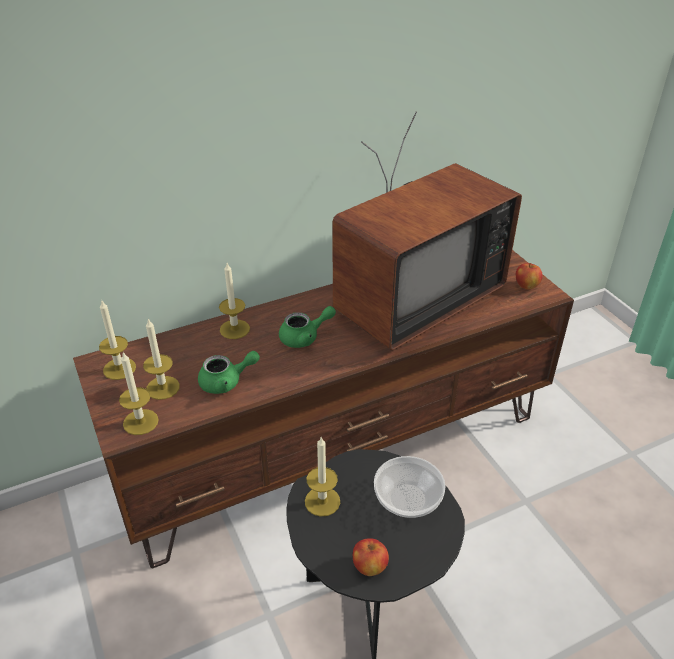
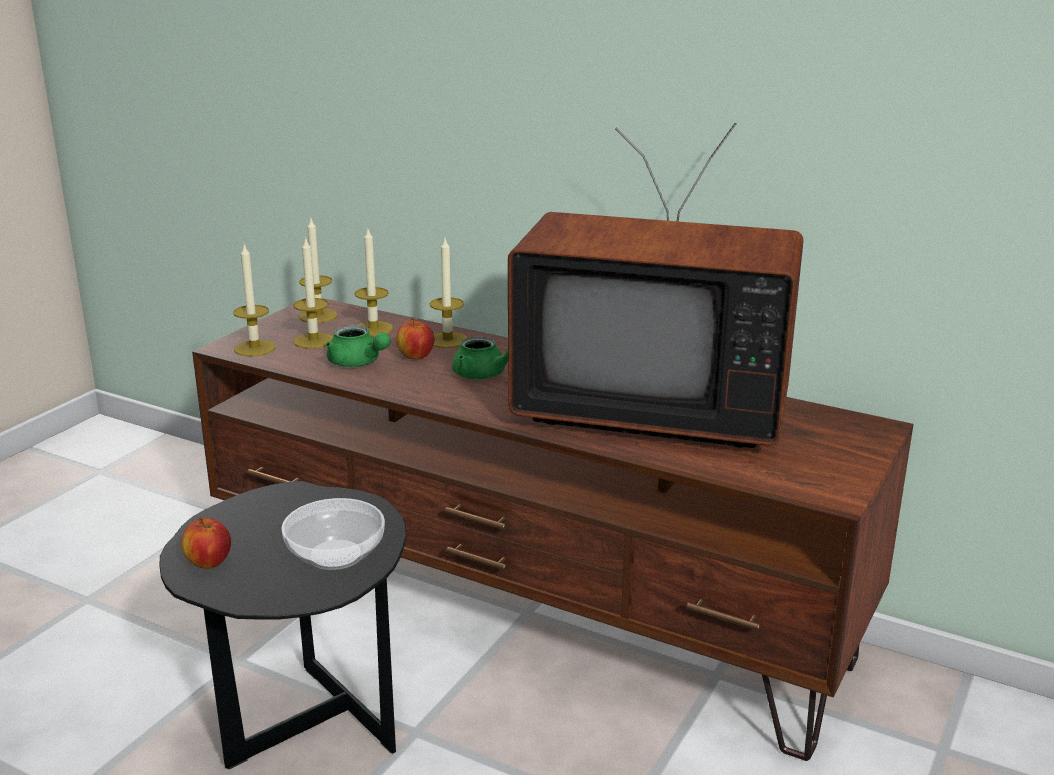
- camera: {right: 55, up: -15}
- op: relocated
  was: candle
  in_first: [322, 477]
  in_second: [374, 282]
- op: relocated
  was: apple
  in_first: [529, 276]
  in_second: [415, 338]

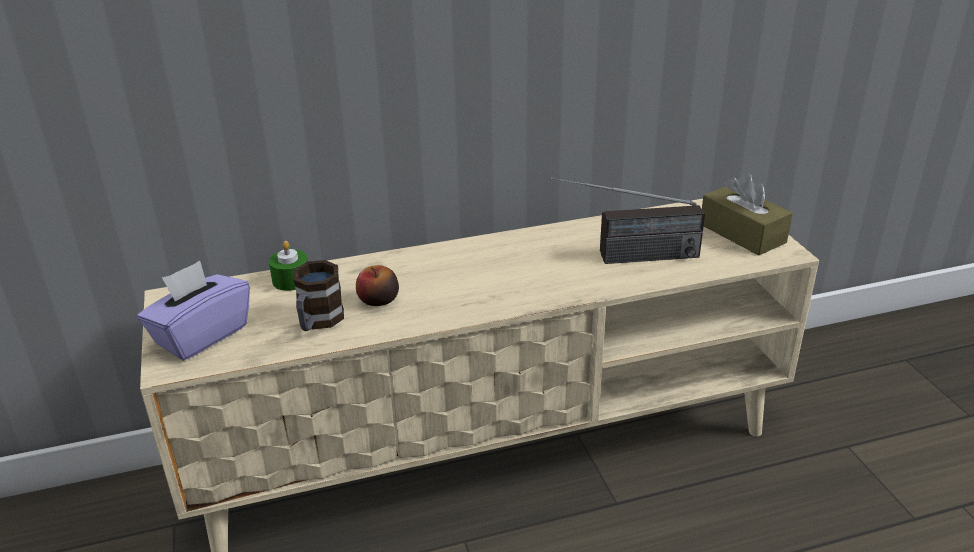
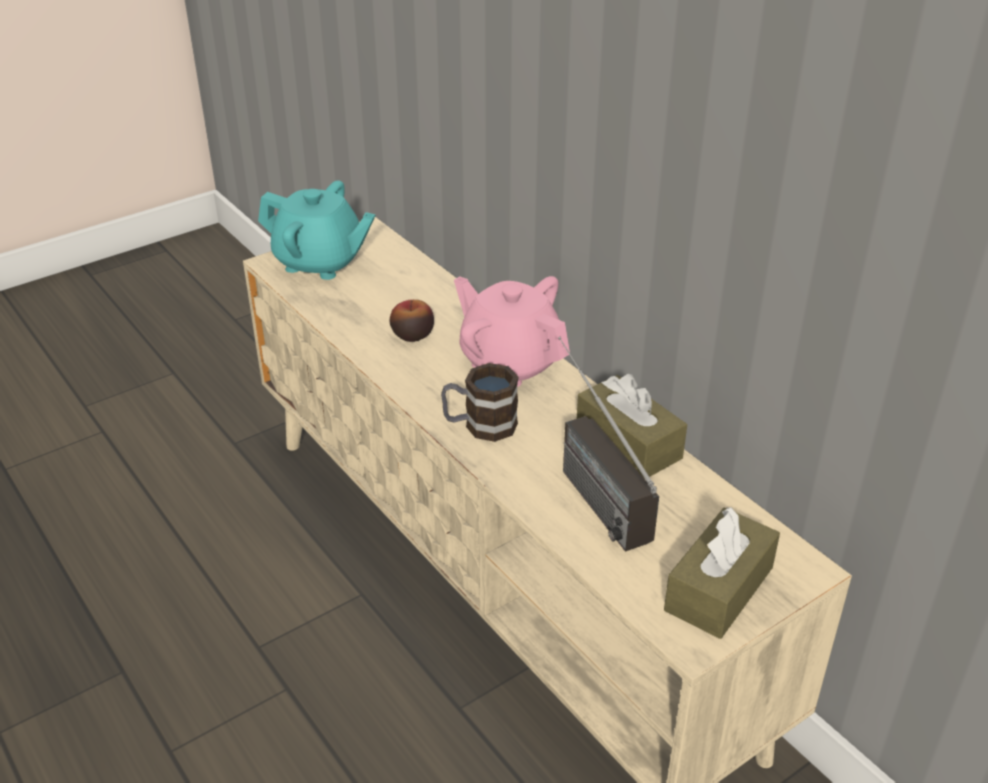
- camera: {right: 70, up: 5}
- op: missing
  was: green candle
  in_first: [288, 266]
- op: appeared
  now: pink teapot
  in_second: [512, 331]
- op: appeared
  now: brown tissue box
  in_second: [632, 426]
- op: relocated
  was: mug
  in_first: [318, 295]
  in_second: [480, 402]
- op: exchanged
  was: purple tissue box
  now: turquoise teapot
  in_first: [193, 311]
  in_second: [316, 230]

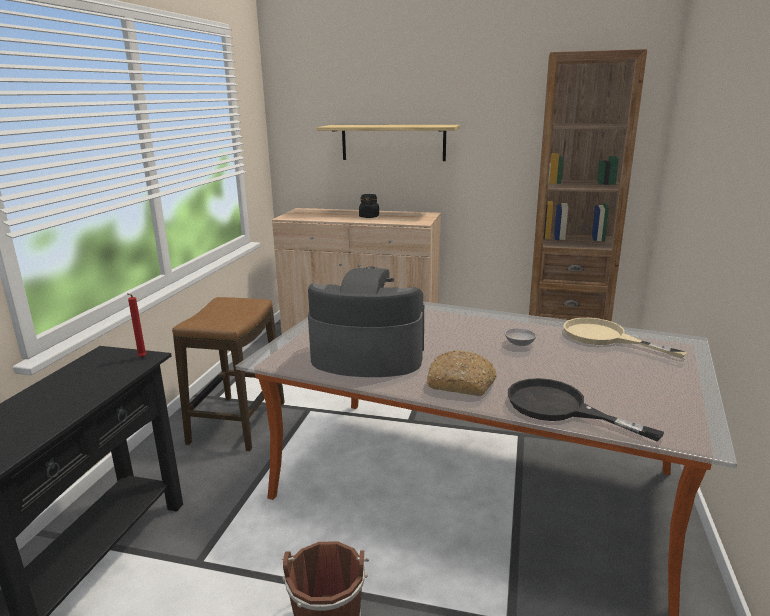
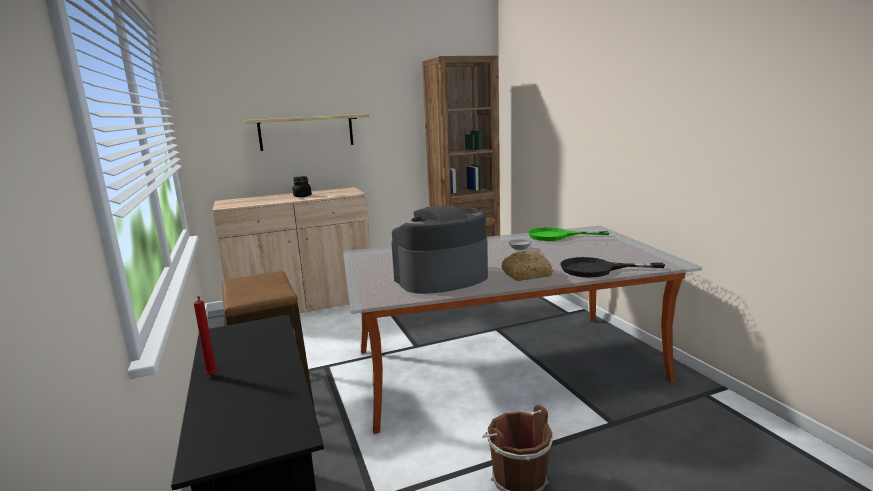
- camera: {right: -35, up: -5}
- op: relocated
  was: red candle
  in_first: [137, 325]
  in_second: [205, 336]
- op: colour
  was: beige frying pan
  now: green frying pan
  in_first: [625, 338]
  in_second: [569, 234]

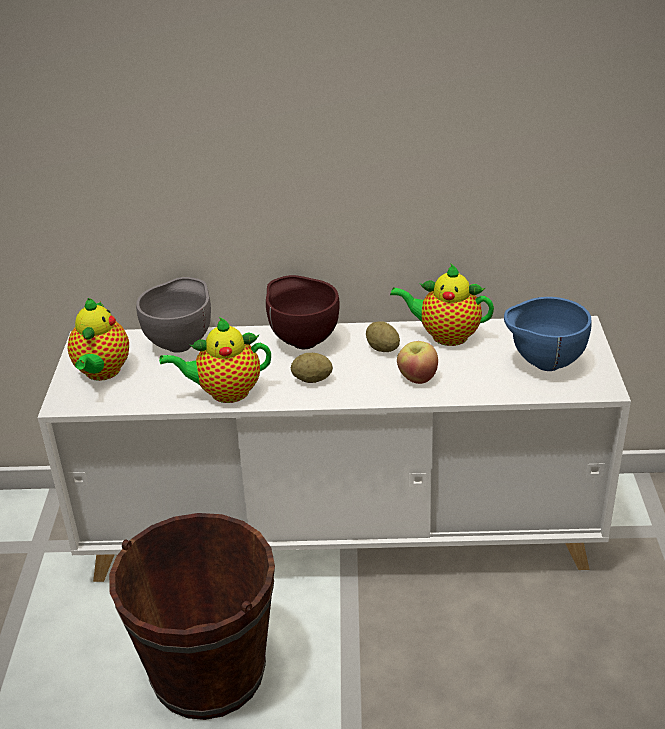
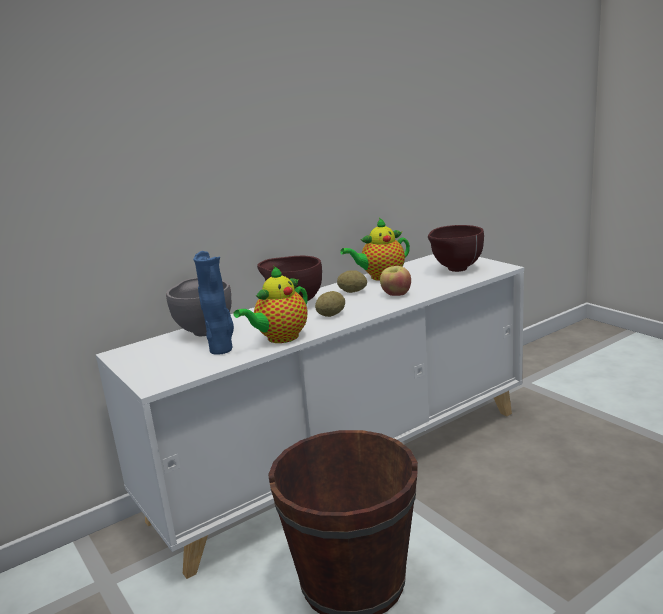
- camera: {right: -35, up: -15}
- op: missing
  was: teapot
  in_first: [98, 339]
- op: appeared
  now: blue vase
  in_second: [213, 303]
- op: colour
  was: blue bowl
  now: brown bowl
  in_first: [548, 334]
  in_second: [456, 248]

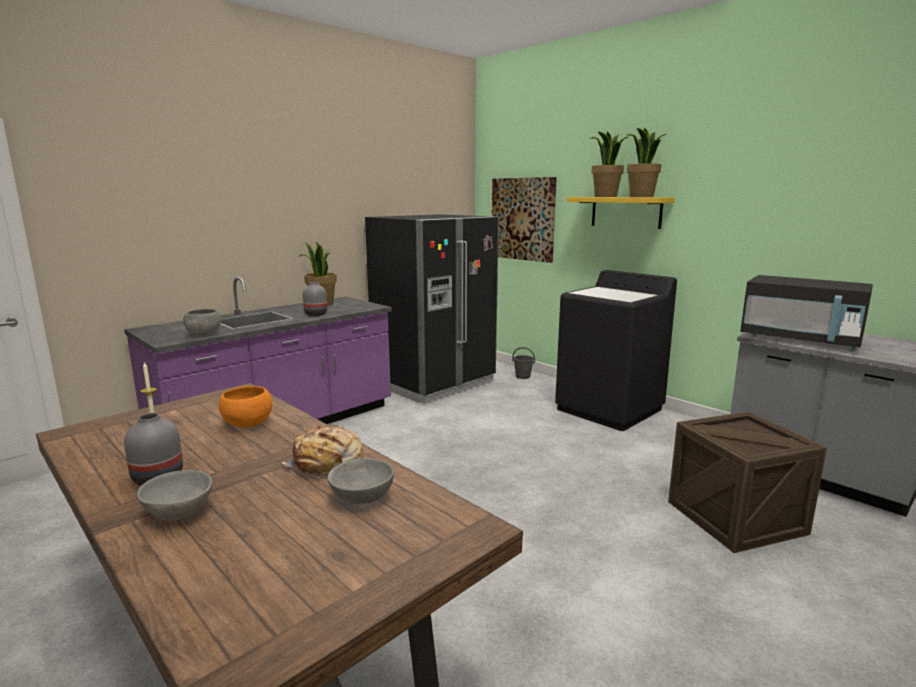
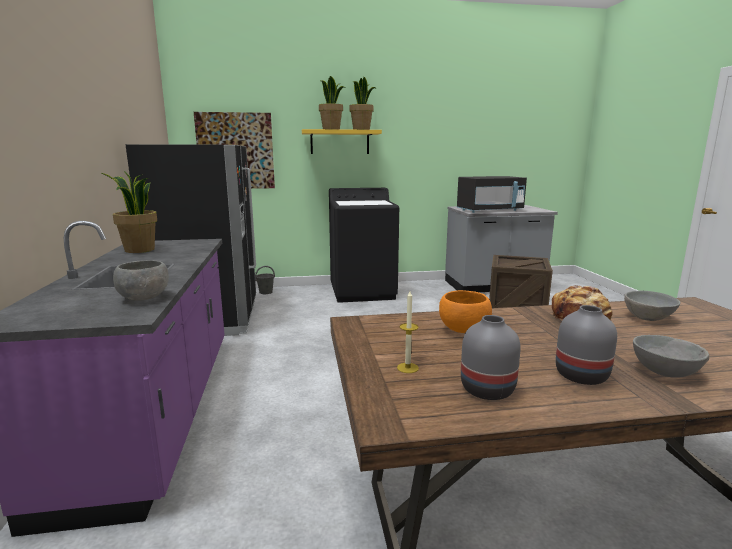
- camera: {right: -55, up: 0}
- op: relocated
  was: grey vase
  in_first: [315, 299]
  in_second: [491, 357]

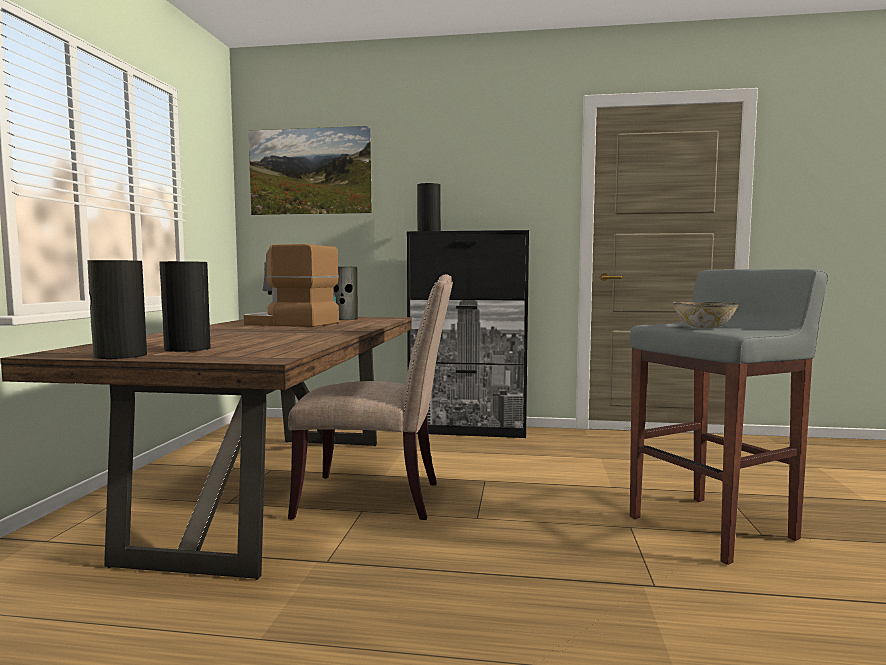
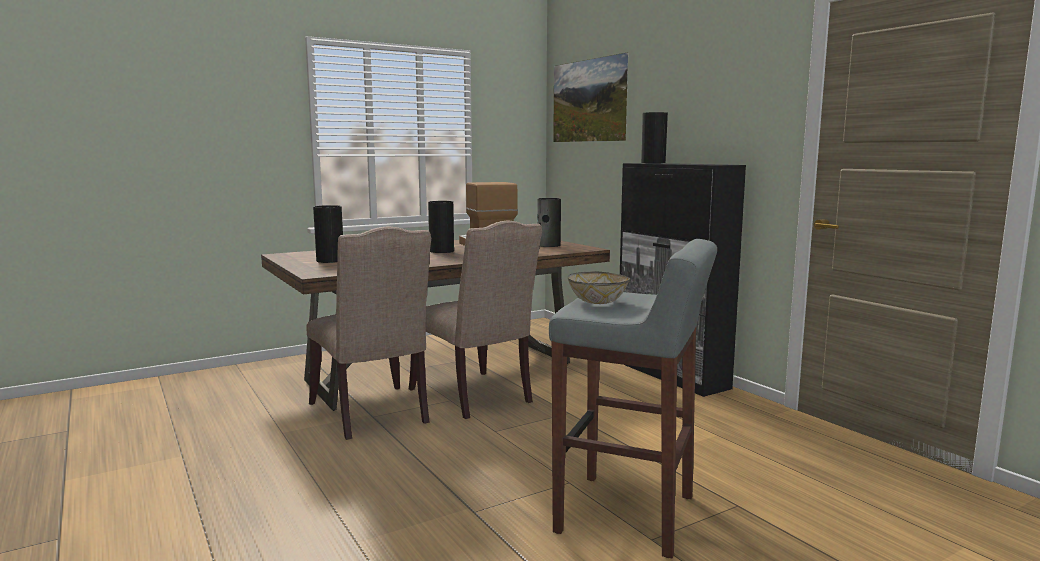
- camera: {right: 50, up: 5}
- op: appeared
  now: beige chair
  in_second: [369, 333]
- op: relocated
  was: vase
  in_first: [117, 309]
  in_second: [441, 227]

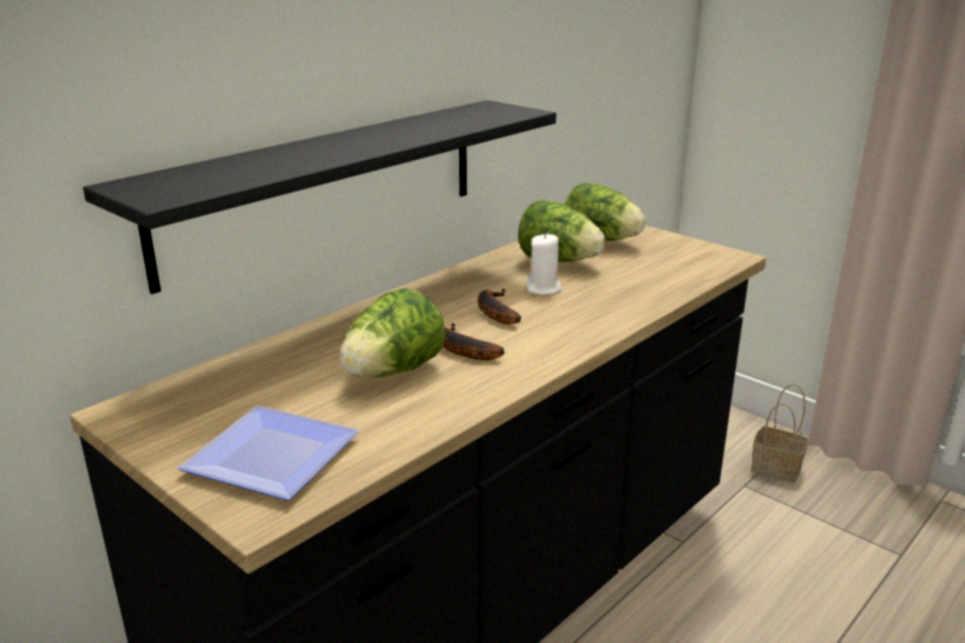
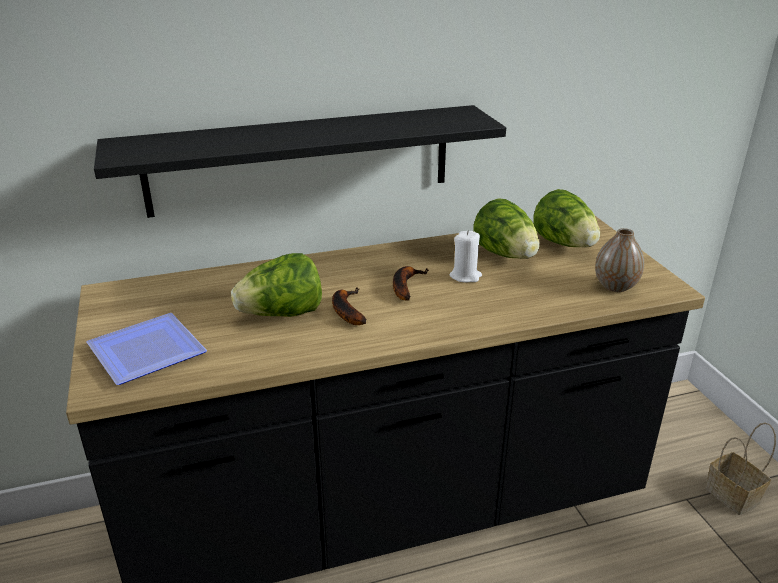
- camera: {right: 30, up: 5}
- op: appeared
  now: vase
  in_second: [619, 260]

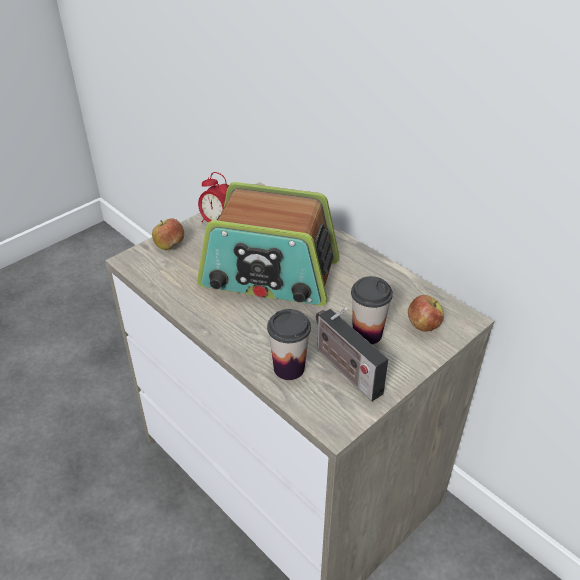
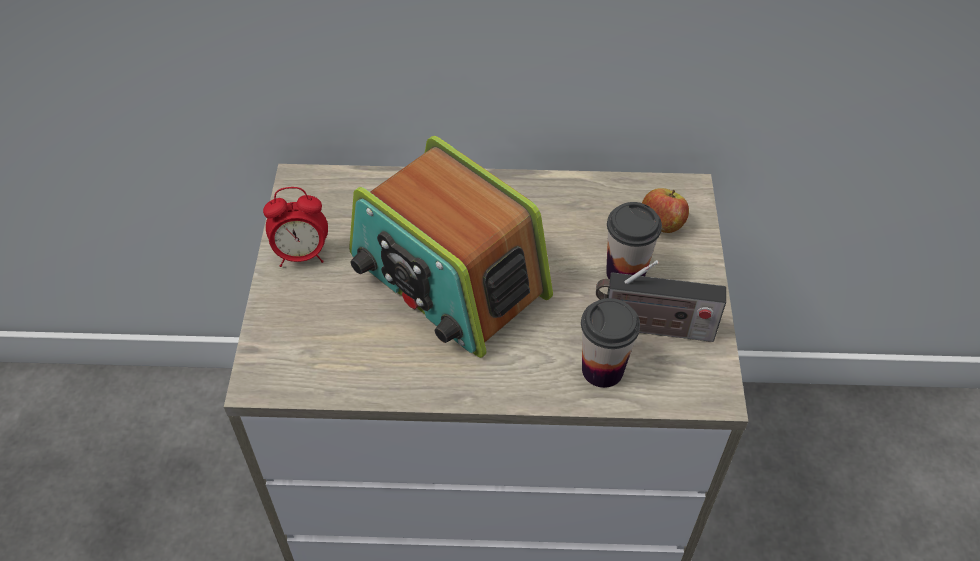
- camera: {right: -45, up: 10}
- op: missing
  was: apple
  in_first: [168, 234]
- op: spun
  was: radio
  in_first: [268, 244]
  in_second: [451, 247]
  clockwise: 75

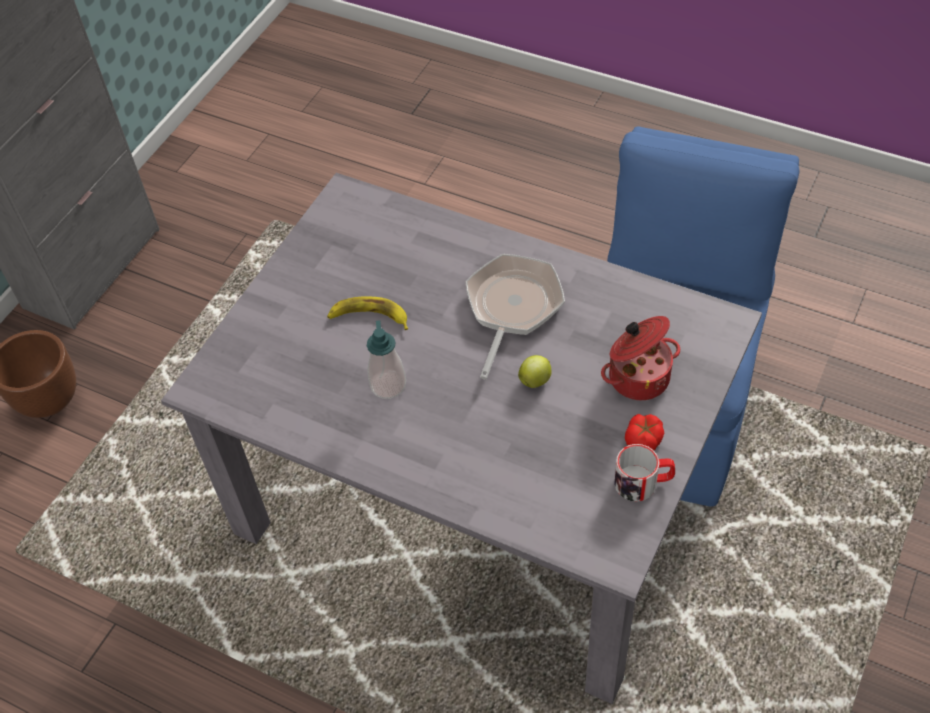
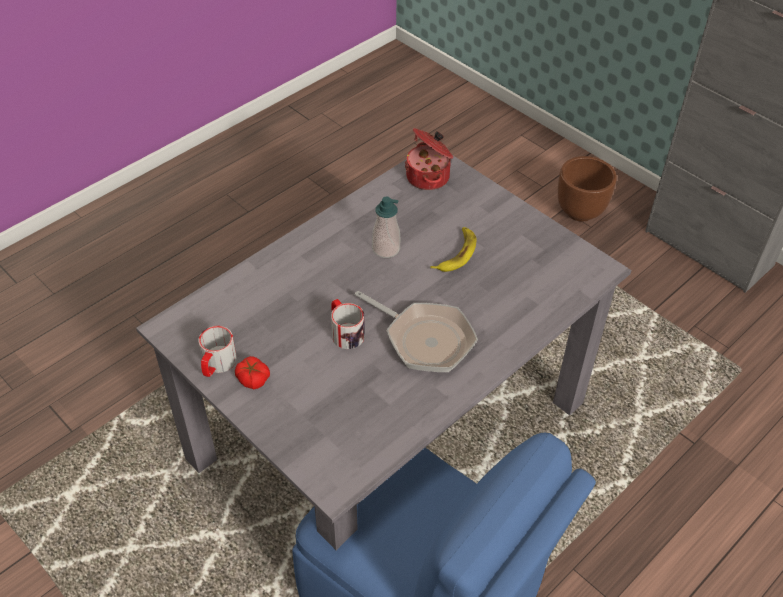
- camera: {right: 105, up: -5}
- op: relocated
  was: cooking pot
  in_first: [640, 358]
  in_second: [429, 159]
- op: exchanged
  was: apple
  now: mug
  in_first: [535, 371]
  in_second: [348, 324]

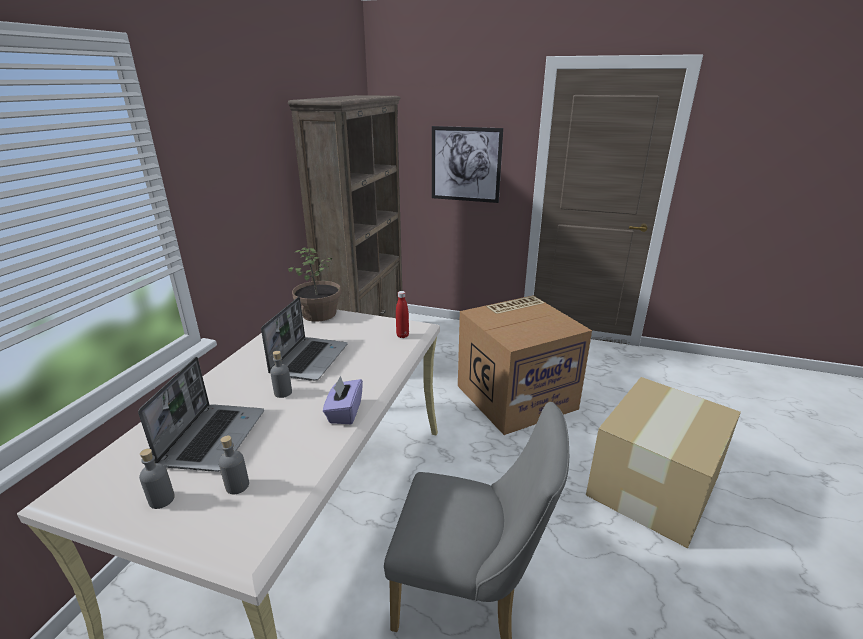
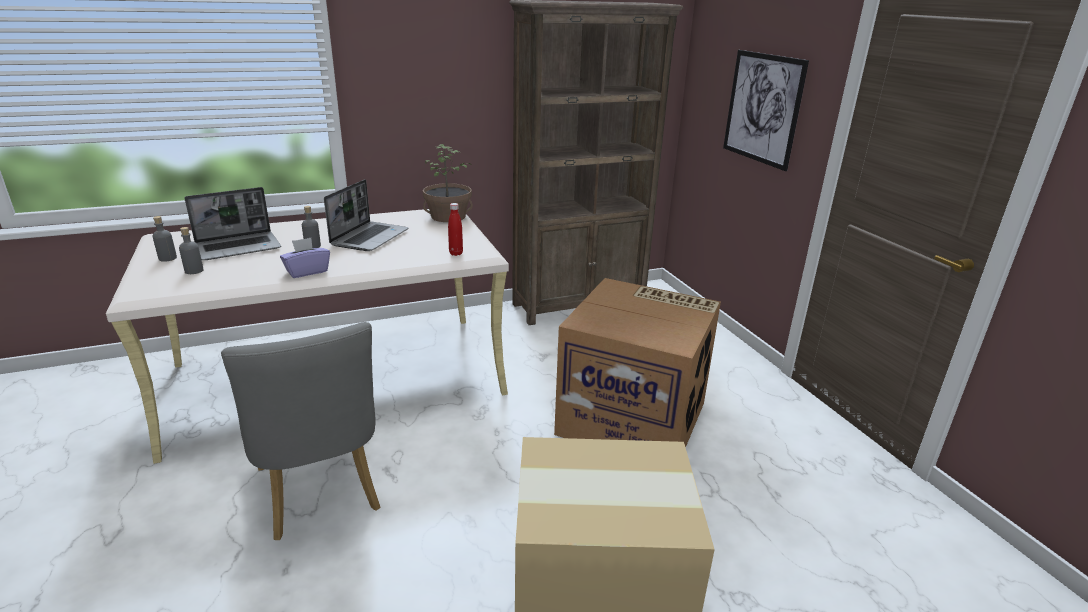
- camera: {right: 50, up: 0}
- op: spun
  was: laptop
  in_first: [304, 339]
  in_second: [366, 215]
  clockwise: -45

